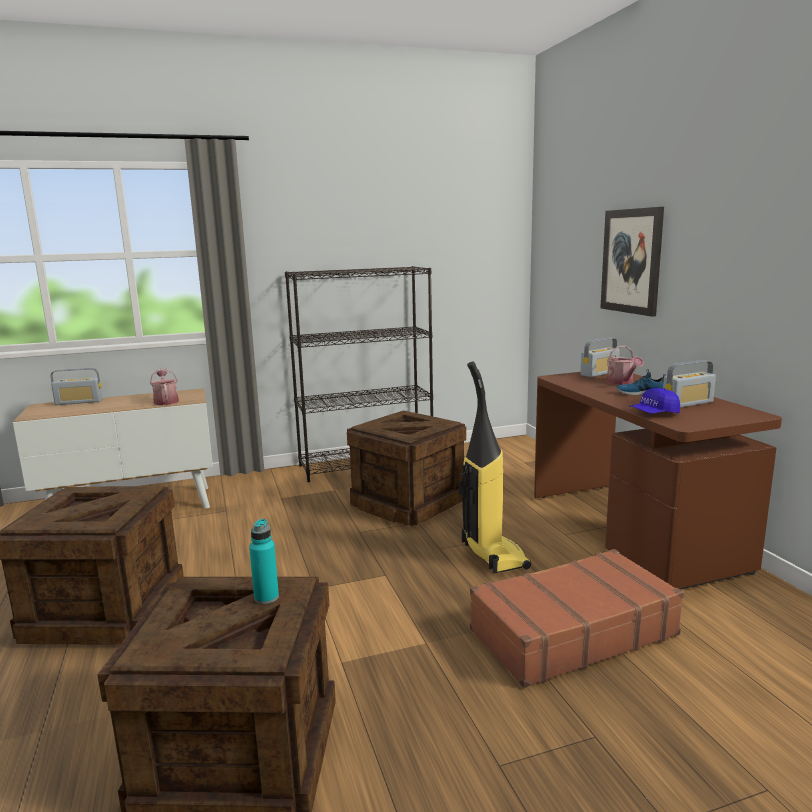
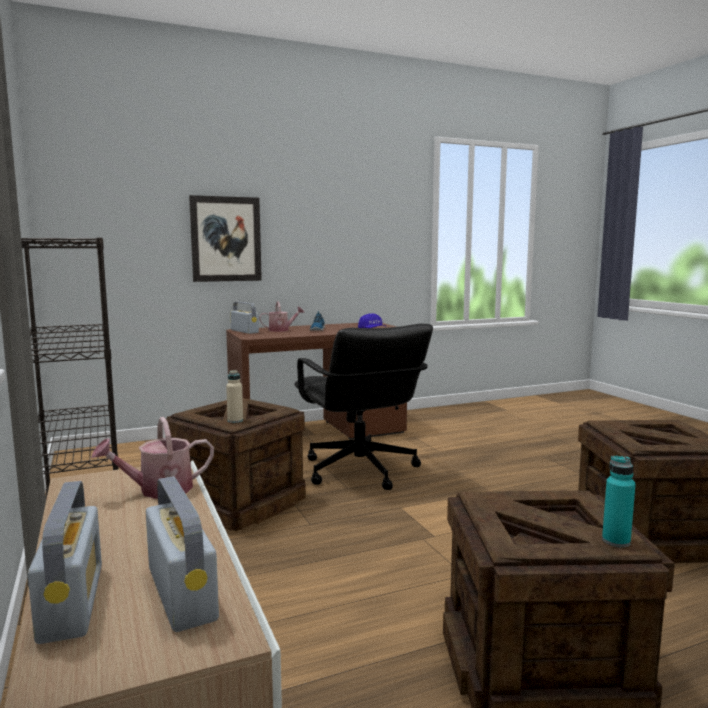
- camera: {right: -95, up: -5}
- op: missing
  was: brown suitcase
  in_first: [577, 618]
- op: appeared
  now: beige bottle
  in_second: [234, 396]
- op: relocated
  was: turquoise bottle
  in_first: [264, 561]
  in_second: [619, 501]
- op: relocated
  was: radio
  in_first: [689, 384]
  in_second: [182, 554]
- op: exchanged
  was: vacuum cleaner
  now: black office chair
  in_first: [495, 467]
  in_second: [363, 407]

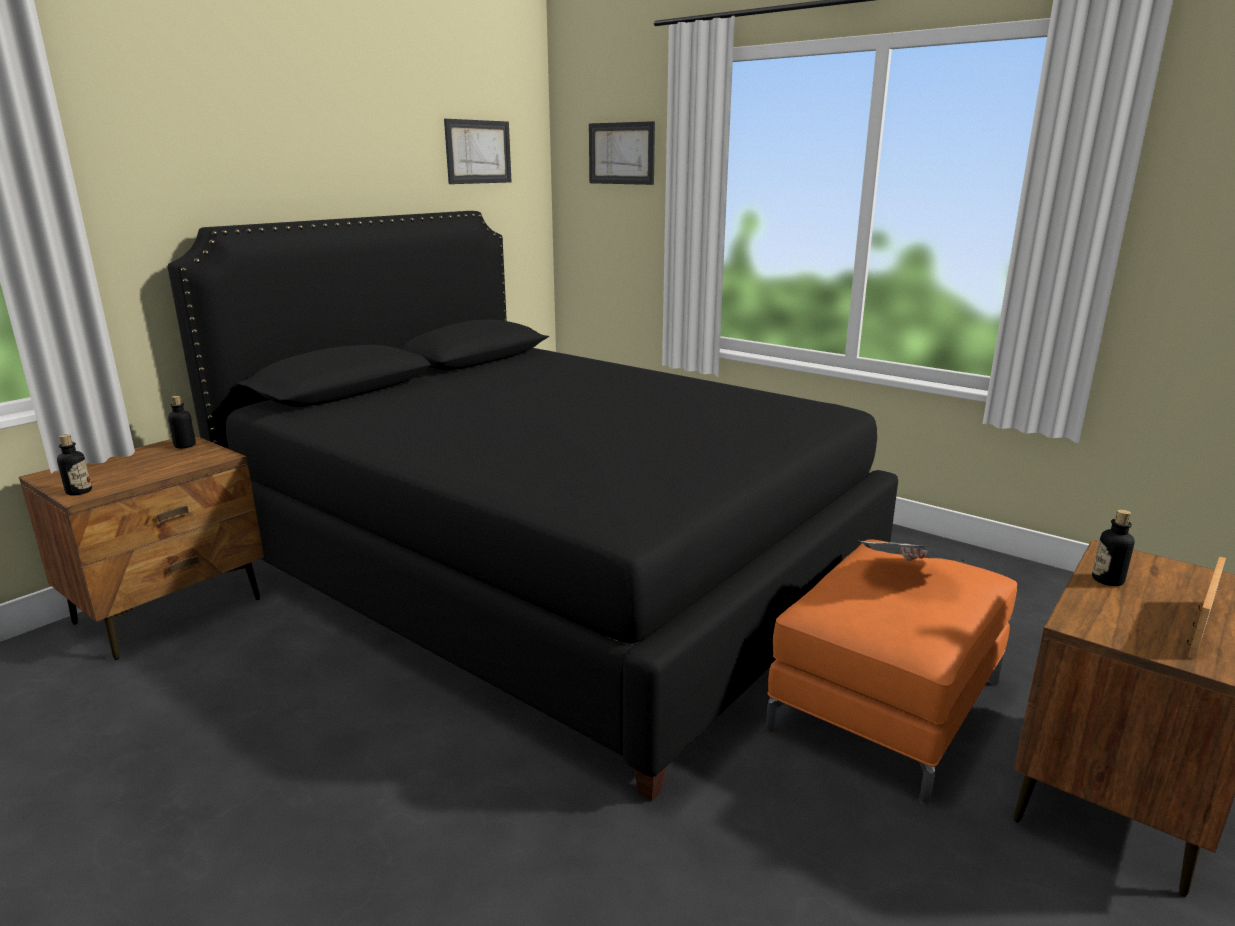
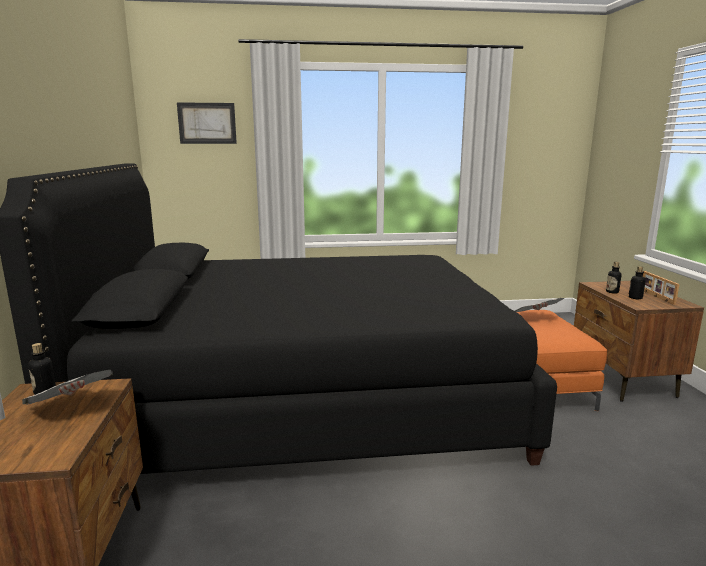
- camera: {right: -45, up: -5}
- op: missing
  was: picture
  in_first: [478, 151]
- op: appeared
  now: newspaper
  in_second: [67, 387]
- op: relocated
  was: bottle
  in_first: [74, 464]
  in_second: [637, 282]

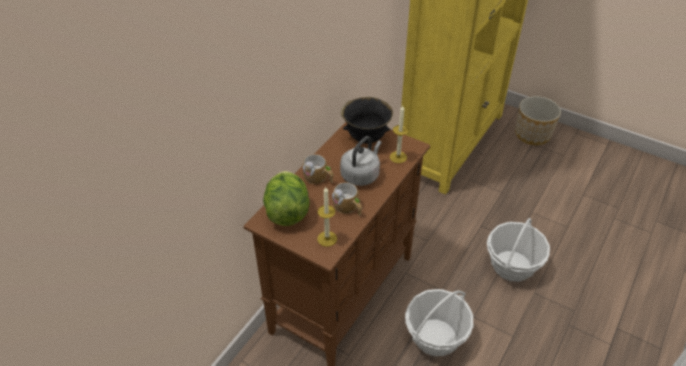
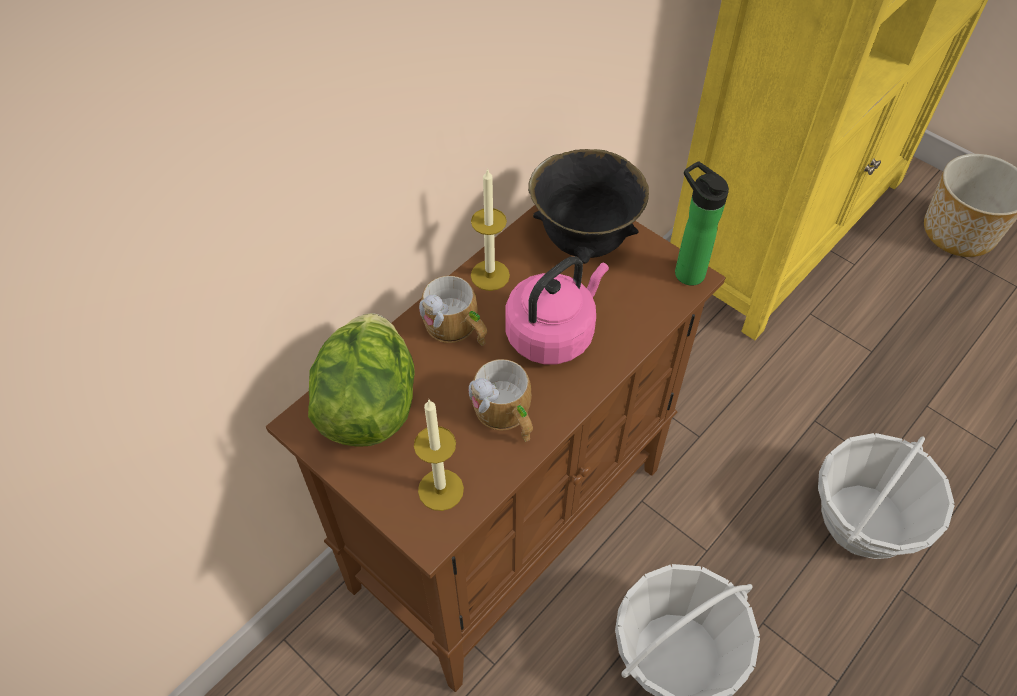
- camera: {right: 10, up: 10}
- op: appeared
  now: bottle
  in_second: [702, 223]
- op: relocated
  was: candle
  in_first: [399, 134]
  in_second: [490, 229]
- op: colour
  was: grey kettle
  now: pink kettle
  in_first: [361, 161]
  in_second: [557, 310]

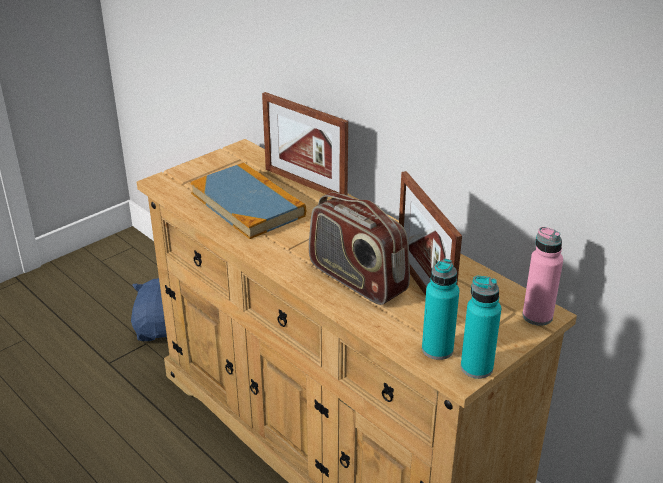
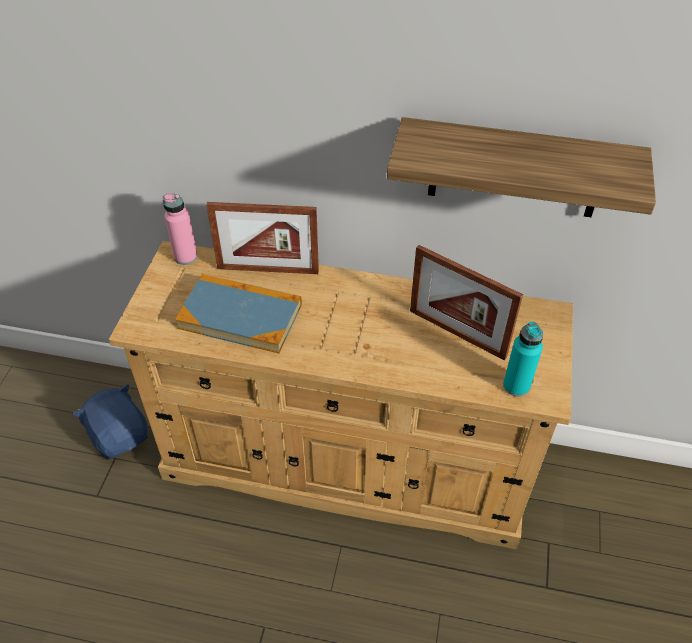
- camera: {right: -35, up: 15}
- op: missing
  was: radio
  in_first: [359, 248]
- op: missing
  was: turquoise bottle
  in_first: [481, 327]
- op: appeared
  now: shelf
  in_second: [521, 167]
- op: relocated
  was: pink bottle
  in_first: [542, 276]
  in_second: [180, 229]

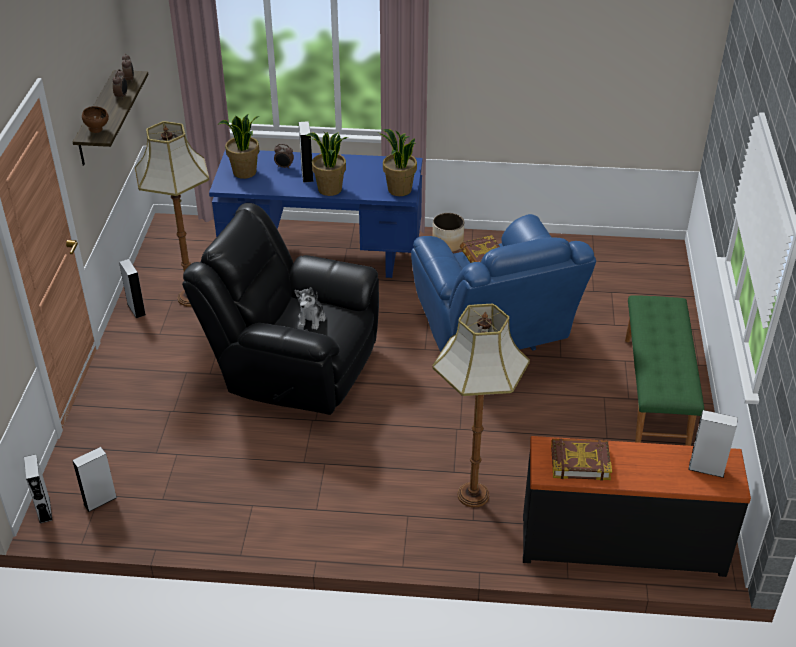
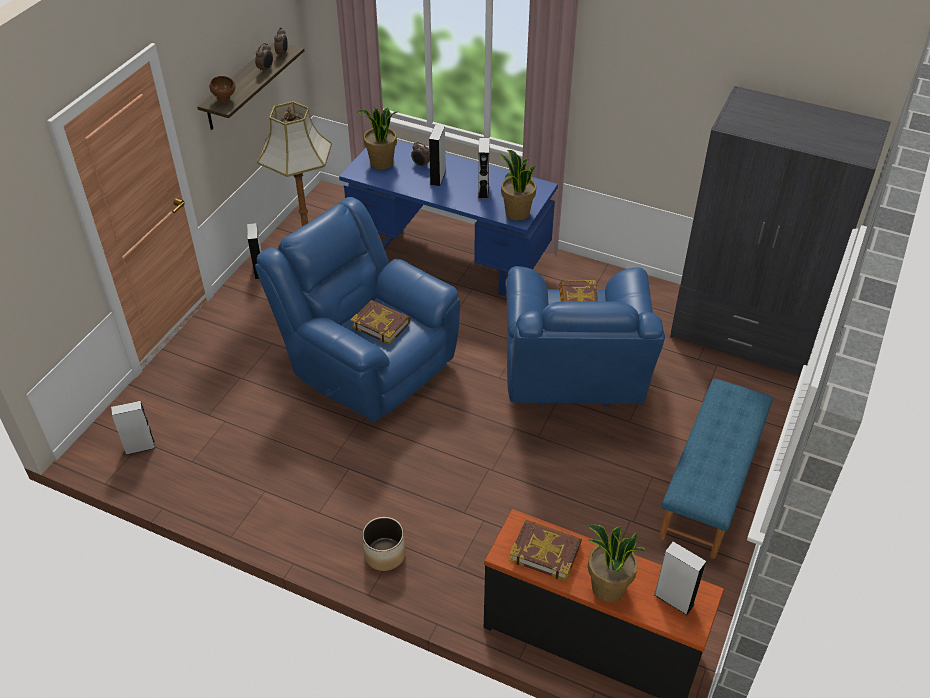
- camera: {right: 20, up: 5}
- op: missing
  was: floor lamp
  in_first: [481, 405]
- op: appeared
  now: grey wardrobe
  in_second: [780, 231]
- op: relocated
  was: grey speaker
  in_first: [38, 488]
  in_second: [484, 168]
- op: relocated
  was: potted plant
  in_first: [327, 163]
  in_second: [617, 563]
- op: relocated
  was: planter
  in_first: [448, 232]
  in_second: [384, 544]
- op: exchanged
  was: plush toy
  now: book
  in_first: [310, 308]
  in_second: [380, 322]
- op: colour
  was: black armchair
  now: blue armchair
  in_first: [280, 309]
  in_second: [357, 309]
- op: colour
  was: green bench
  now: blue bench
  in_first: [664, 370]
  in_second: [716, 469]

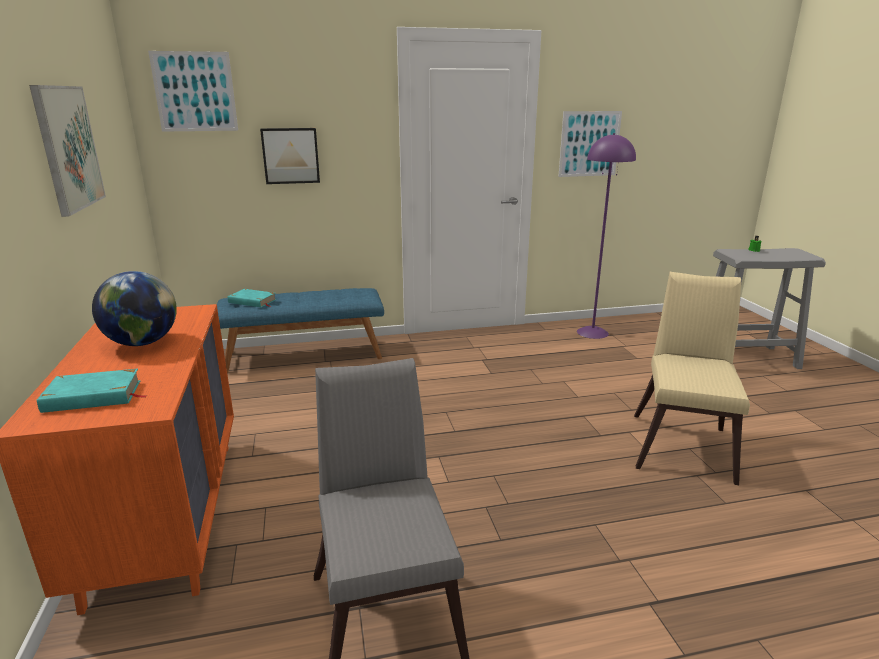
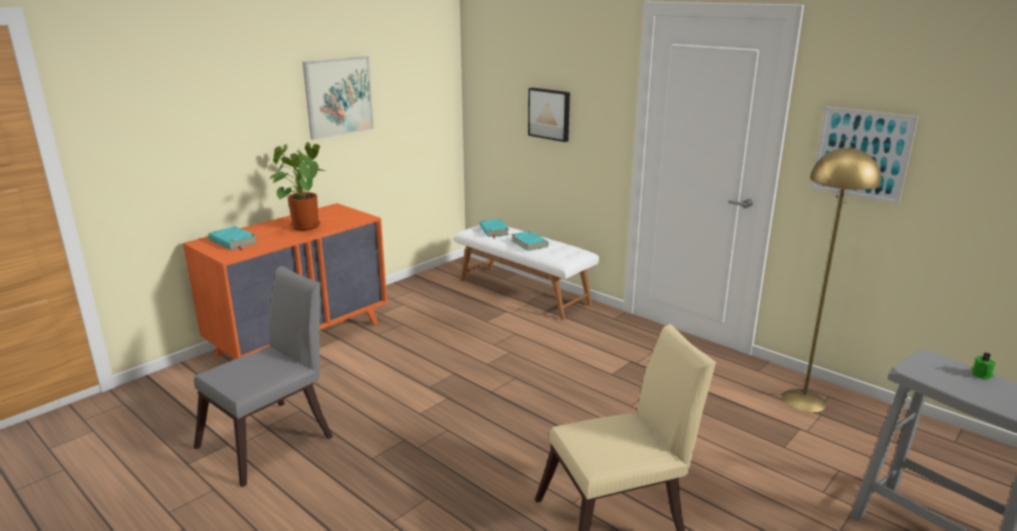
- camera: {right: 55, up: 0}
- op: missing
  was: picture
  in_first: [193, 91]
- op: appeared
  now: turquoise book
  in_second: [529, 241]
- op: exchanged
  was: globe
  now: potted plant
  in_first: [134, 308]
  in_second: [299, 186]
- op: colour
  was: blue bench
  now: white bench
  in_first: [300, 330]
  in_second: [527, 272]
- op: colour
  was: purple floor lamp
  now: yellow floor lamp
  in_first: [606, 236]
  in_second: [831, 279]

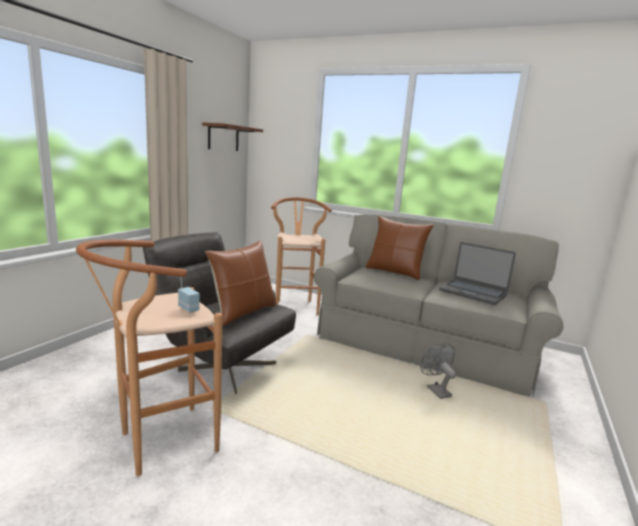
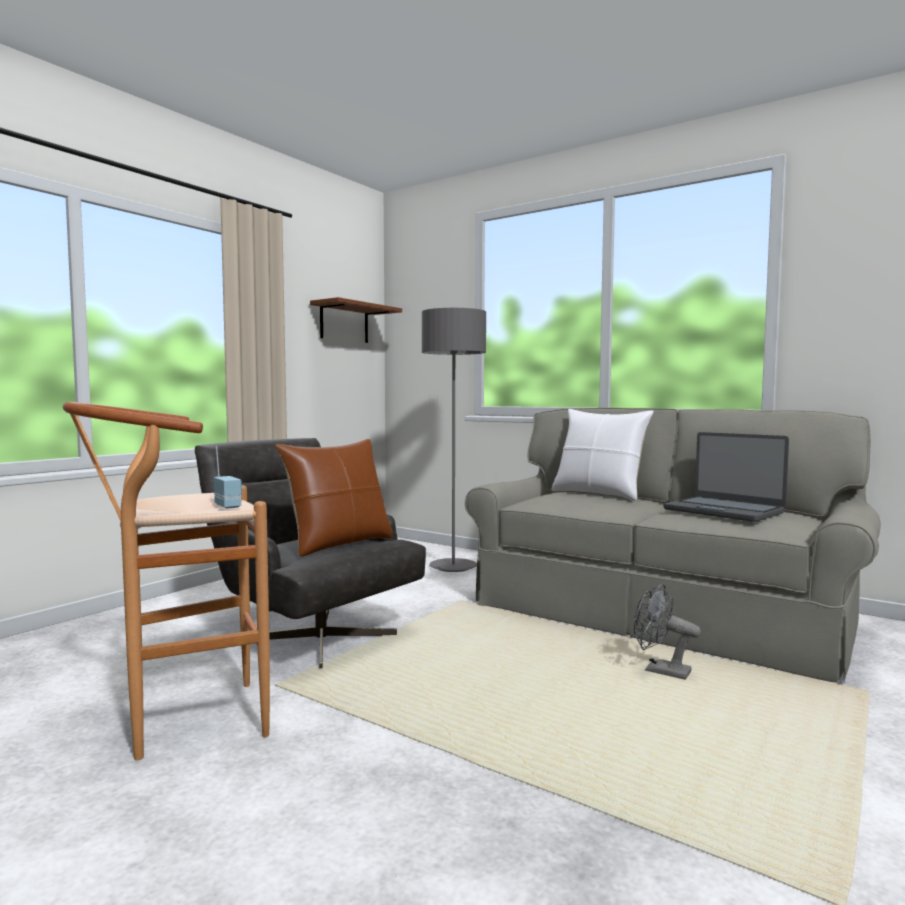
- camera: {right: 10, up: -10}
- op: exchanged
  was: brown stool
  now: grey floor lamp
  in_first: [301, 256]
  in_second: [454, 440]
- op: colour
  was: brown pillow
  now: white pillow
  in_first: [399, 248]
  in_second: [602, 455]
- op: spun
  was: grey fan
  in_first: [438, 371]
  in_second: [667, 631]
  clockwise: -45

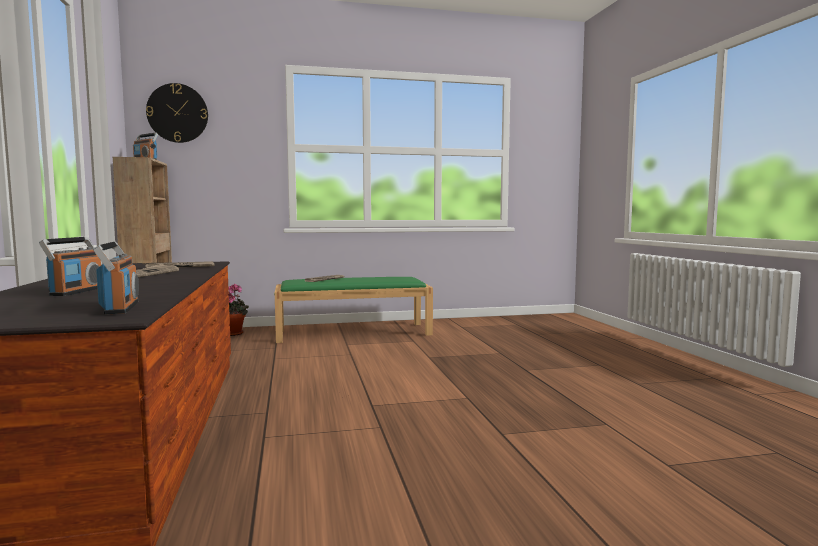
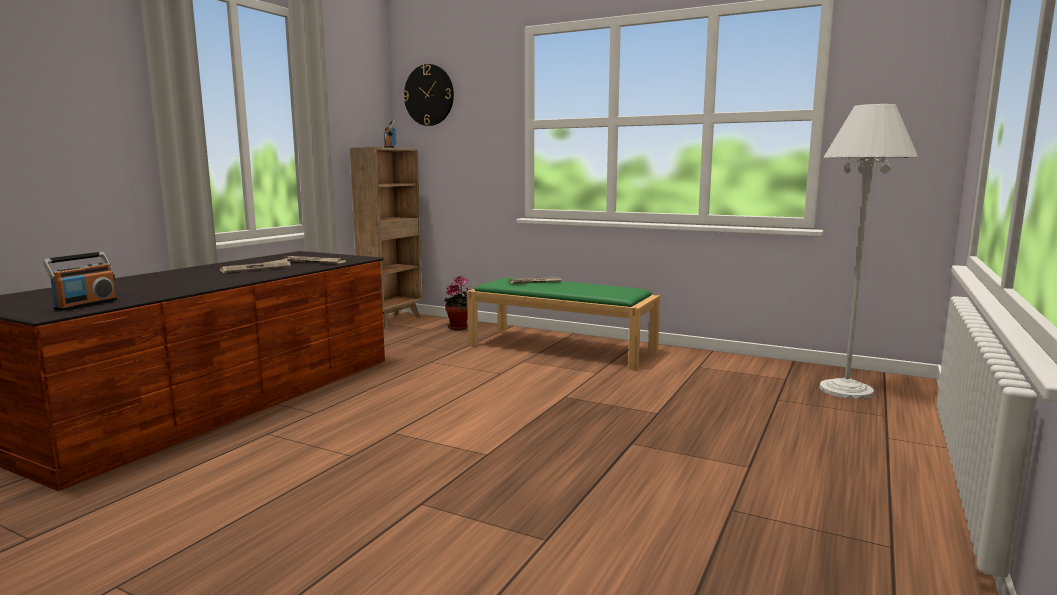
- camera: {right: 40, up: 5}
- op: missing
  was: radio
  in_first: [70, 266]
- op: appeared
  now: white floor lamp
  in_second: [868, 251]

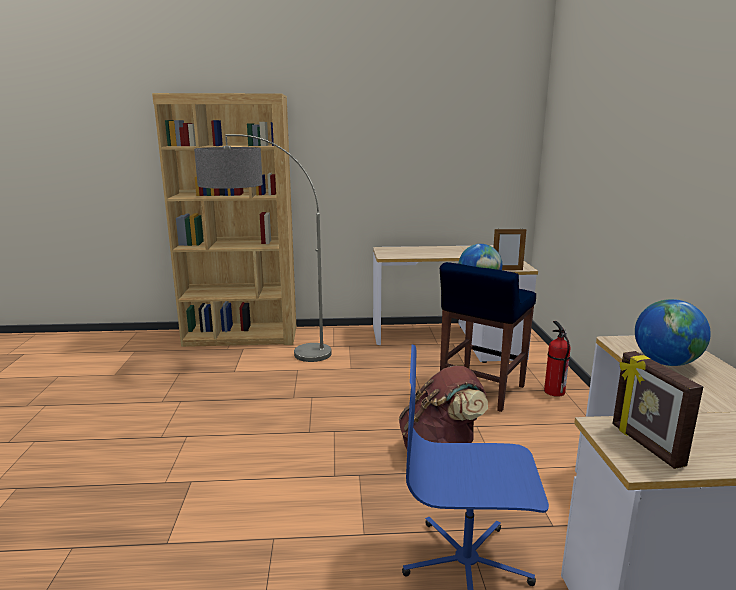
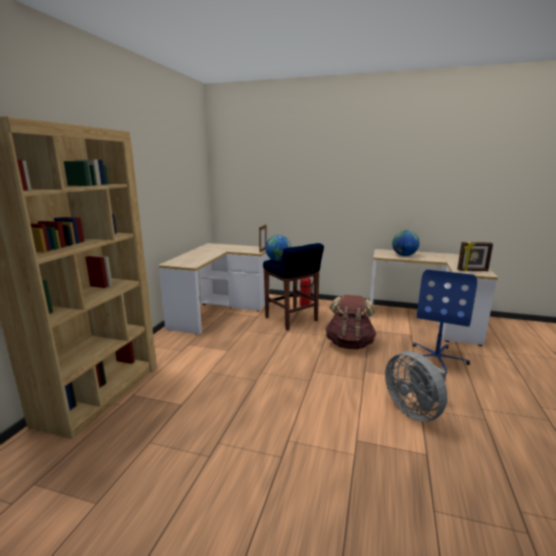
- camera: {right: -70, up: 0}
- op: missing
  was: floor lamp
  in_first: [263, 248]
- op: appeared
  now: grey fan
  in_second: [416, 386]

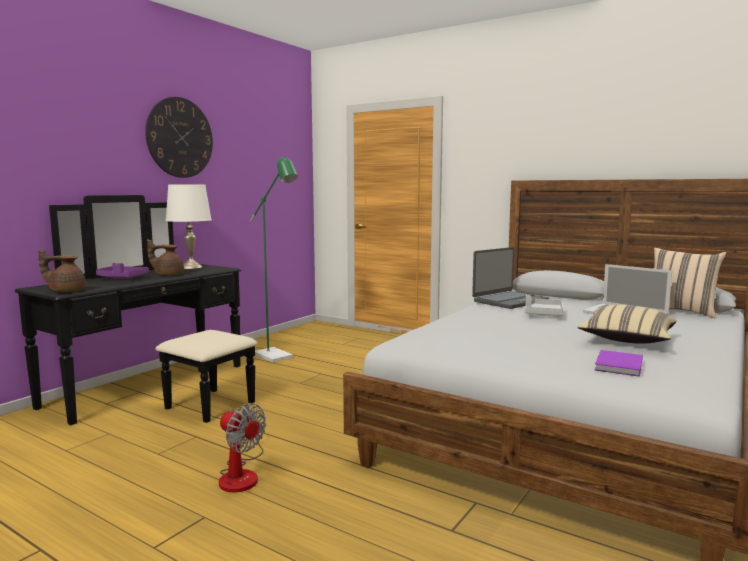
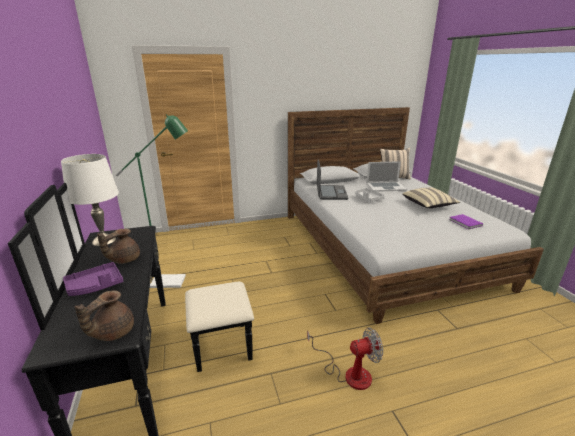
- camera: {right: -50, up: 15}
- op: missing
  was: wall clock
  in_first: [179, 137]

